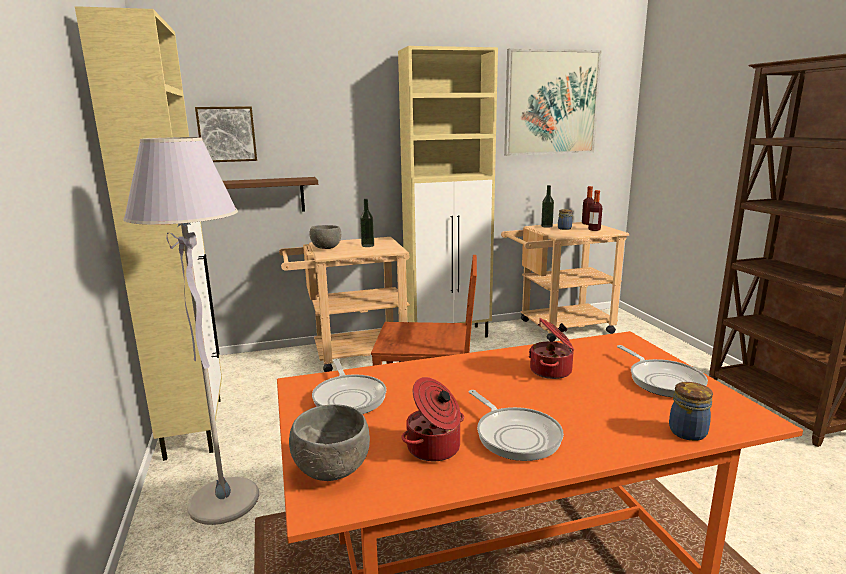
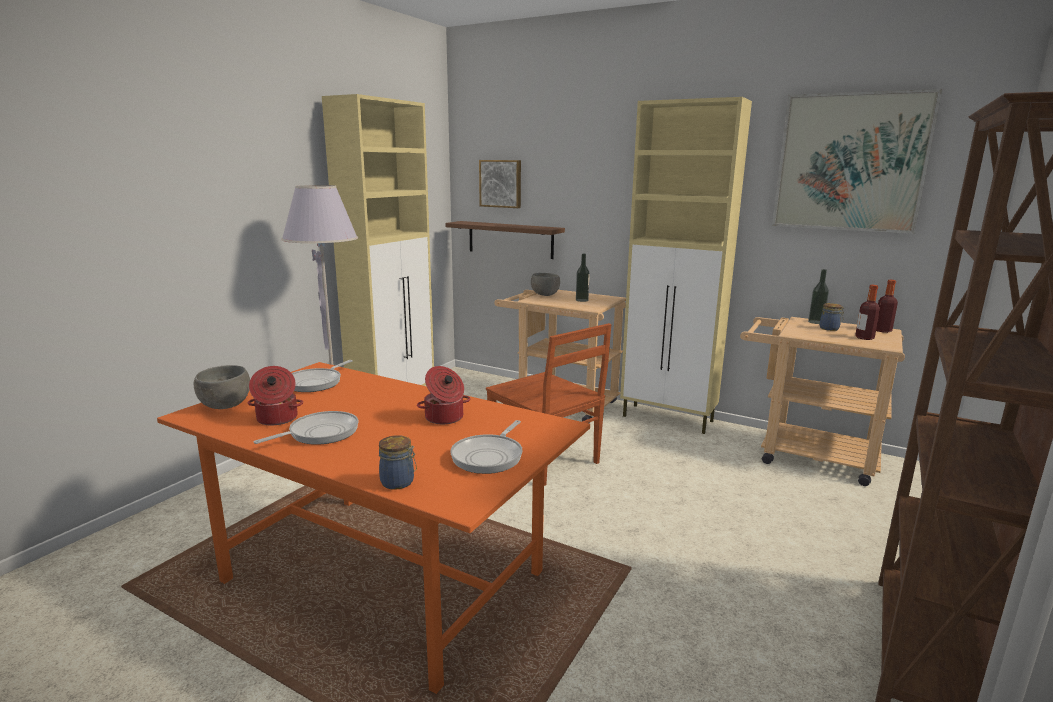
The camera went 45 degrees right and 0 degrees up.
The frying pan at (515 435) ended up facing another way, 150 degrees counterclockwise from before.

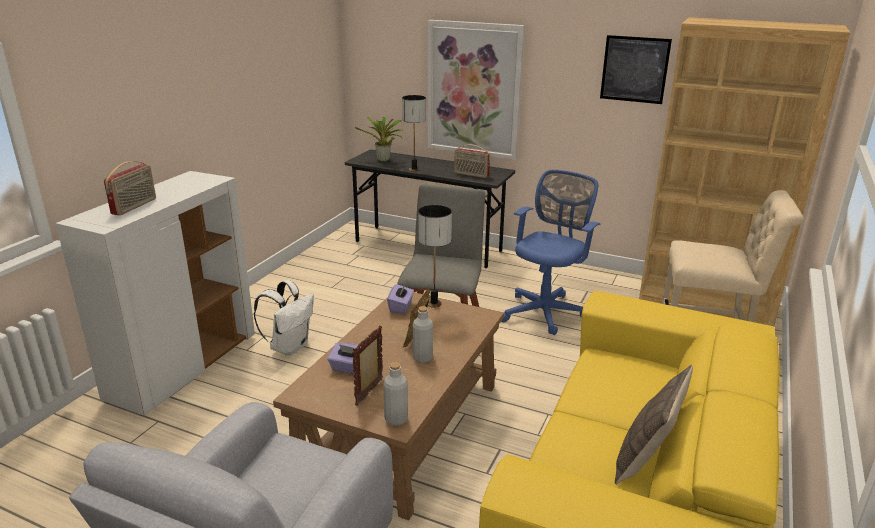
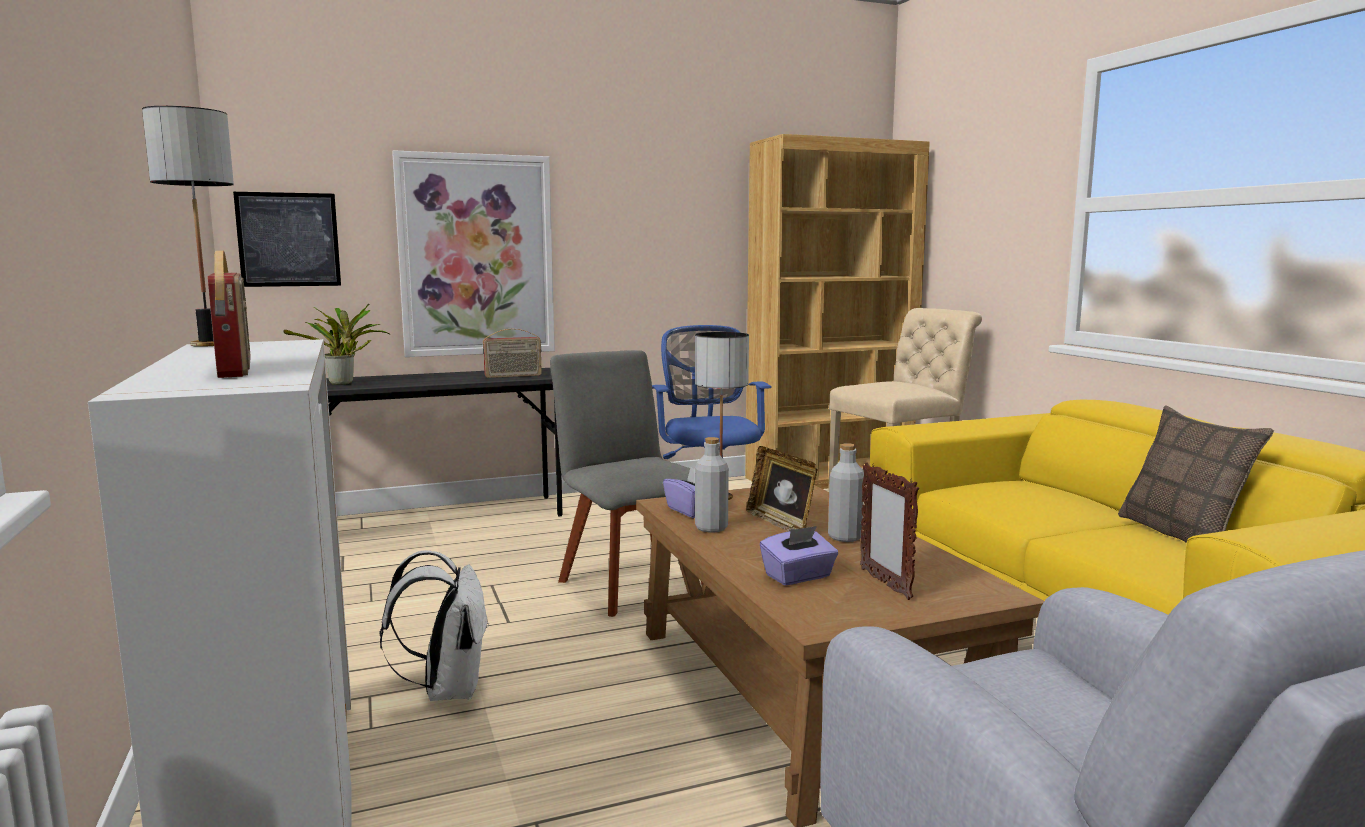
The camera went 45 degrees left and 15 degrees down.
The bottle (grey) ended up elsewhere, having gone from (396 419) to (711 528).
The table lamp ended up elsewhere, having gone from (414 170) to (209 344).
The picture ended up elsewhere, having gone from (634 69) to (288 239).

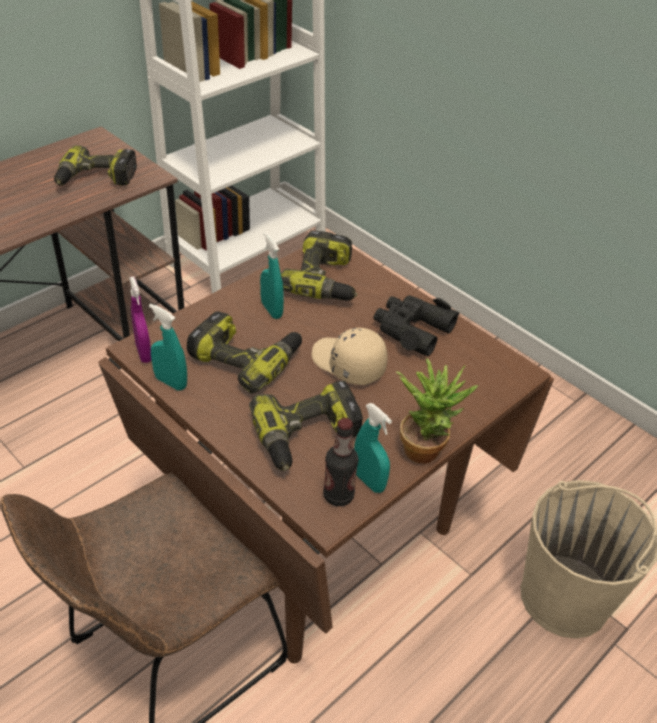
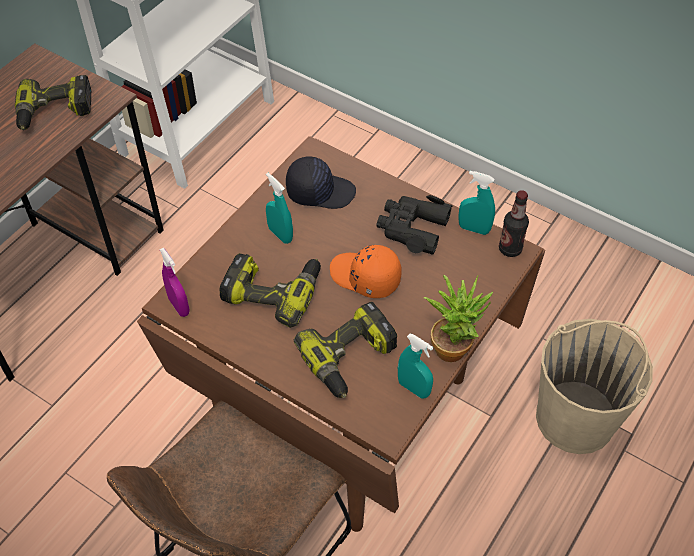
The camera went 10 degrees left and 10 degrees up.
The spray bottle (turquoise) ended up elsewhere, having gone from (171 382) to (474 229).
Where the power drill stood at (325 280), the cap (black) came to stand at (320 191).
What was the cap (beige) at (347 364) turned into the cap (orange) at (365 277).
The bottle ended up elsewhere, having gone from (338 495) to (510 249).

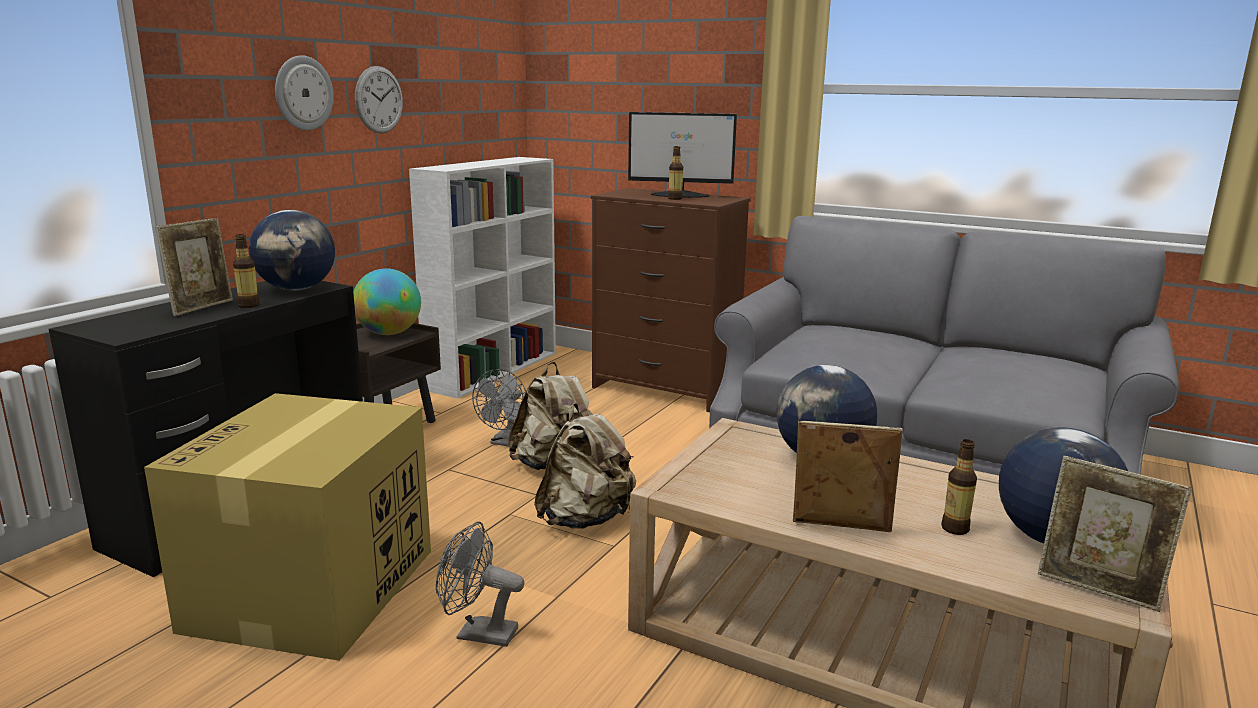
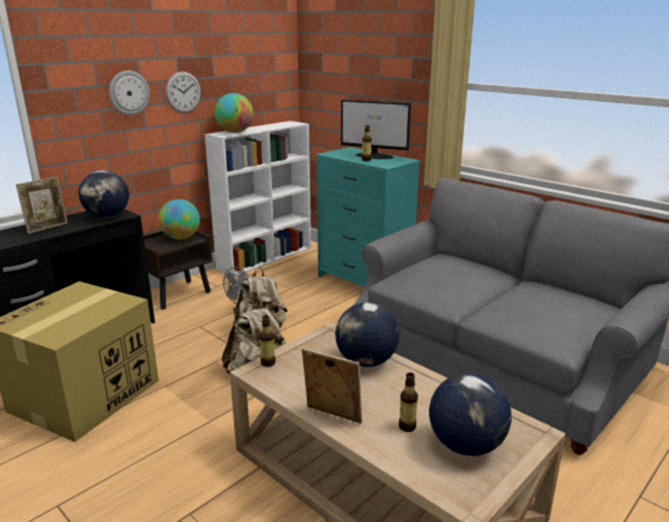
The camera went 15 degrees right and 5 degrees up.
The bottle ended up elsewhere, having gone from (248 305) to (268 363).
The second view lost the fan (grey) at (478 633).
What was the dresser (brown) at (664 389) turned into the dresser (turquoise) at (363 281).
The second view lost the picture frame at (1098 590).
The second view gained the globe at (235 132).

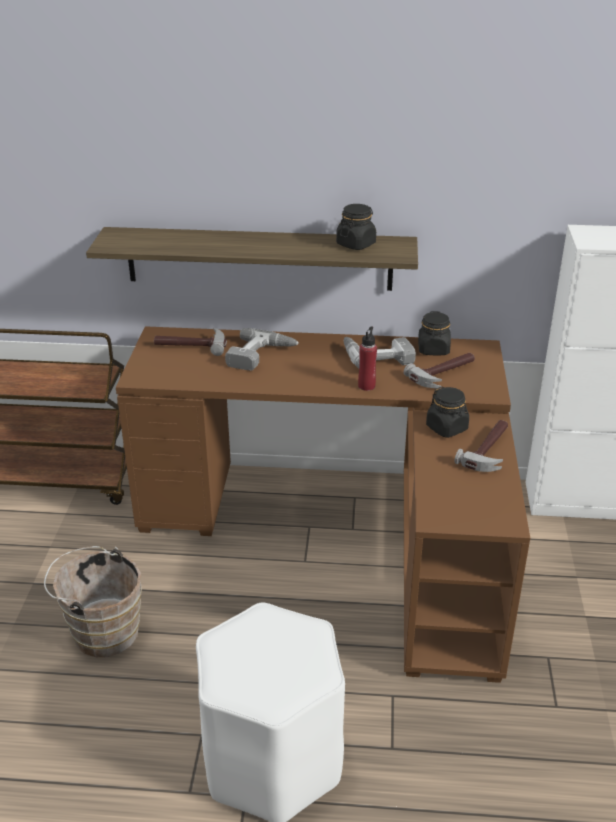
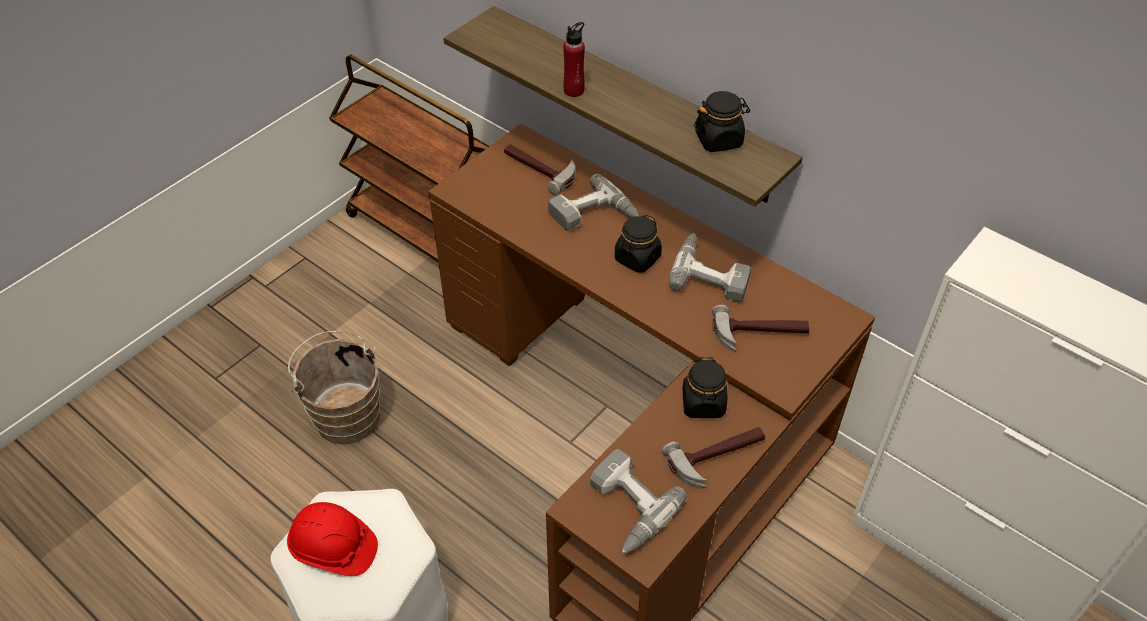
The camera went 35 degrees right and 15 degrees up.
The bottle (red) ended up elsewhere, having gone from (366 386) to (574 90).
The jar (black) ended up elsewhere, having gone from (433 349) to (637 258).
The second view gained the hard hat (red) at (334 549).
The second view gained the power drill at (626 507).

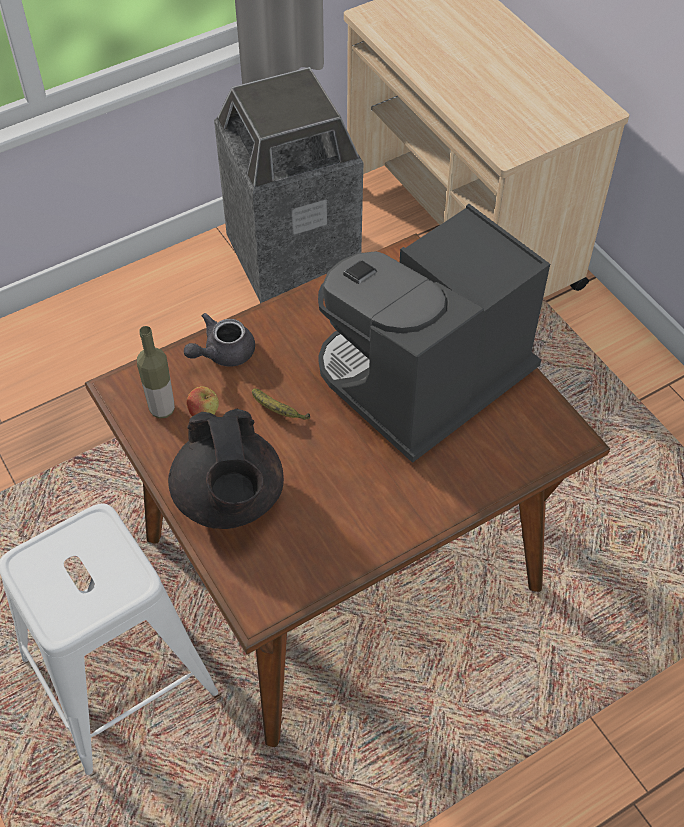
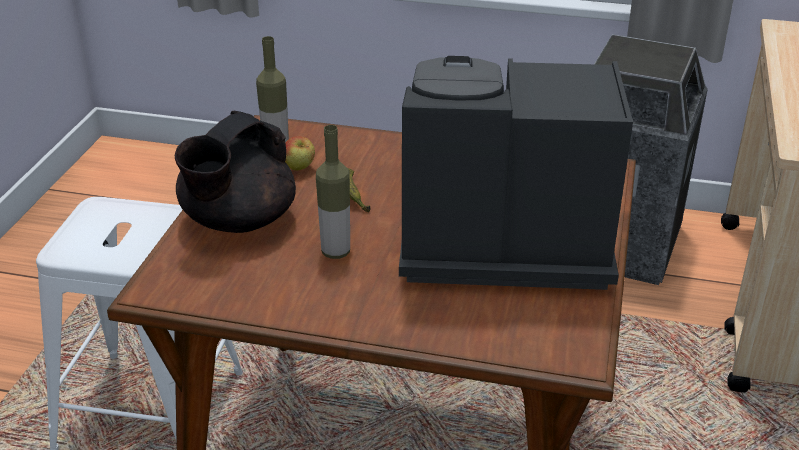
The camera went 45 degrees right and 20 degrees down.
The second view lost the teapot (grey) at (222 353).
The second view gained the bottle at (336 252).

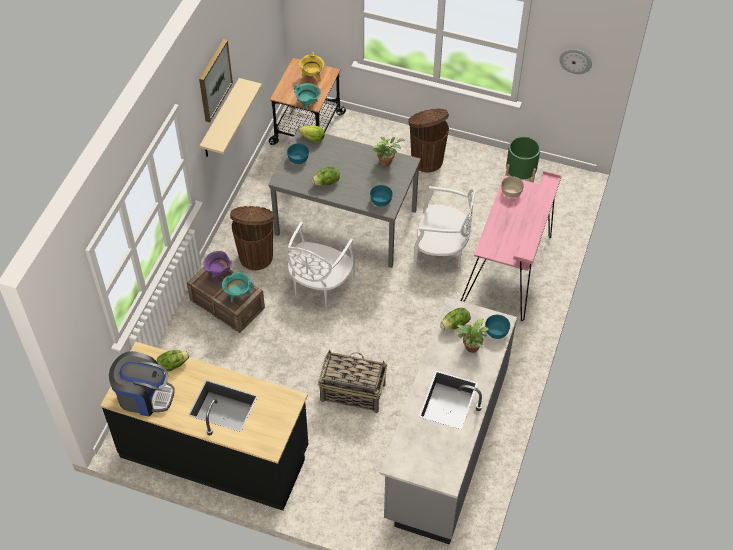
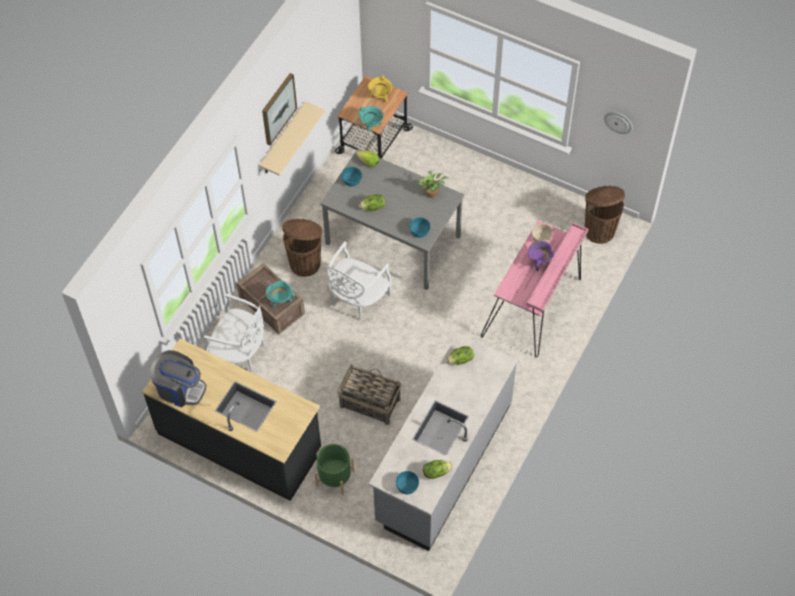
The camera went 10 degrees right and 5 degrees up.
The lettuce ended up elsewhere, having gone from (173 364) to (436 472).
The cooking pot (purple) ended up elsewhere, having gone from (219 273) to (539 261).
The trash can (brown) ended up elsewhere, having gone from (426 159) to (599 230).
The chair (white) ended up elsewhere, having gone from (441 251) to (239 352).
The second view lost the potted plant at (470 348).
The bowl (turquoise) ended up elsewhere, having gone from (497 331) to (407 486).
The planter (green) ended up elsewhere, having gone from (520 176) to (335 478).

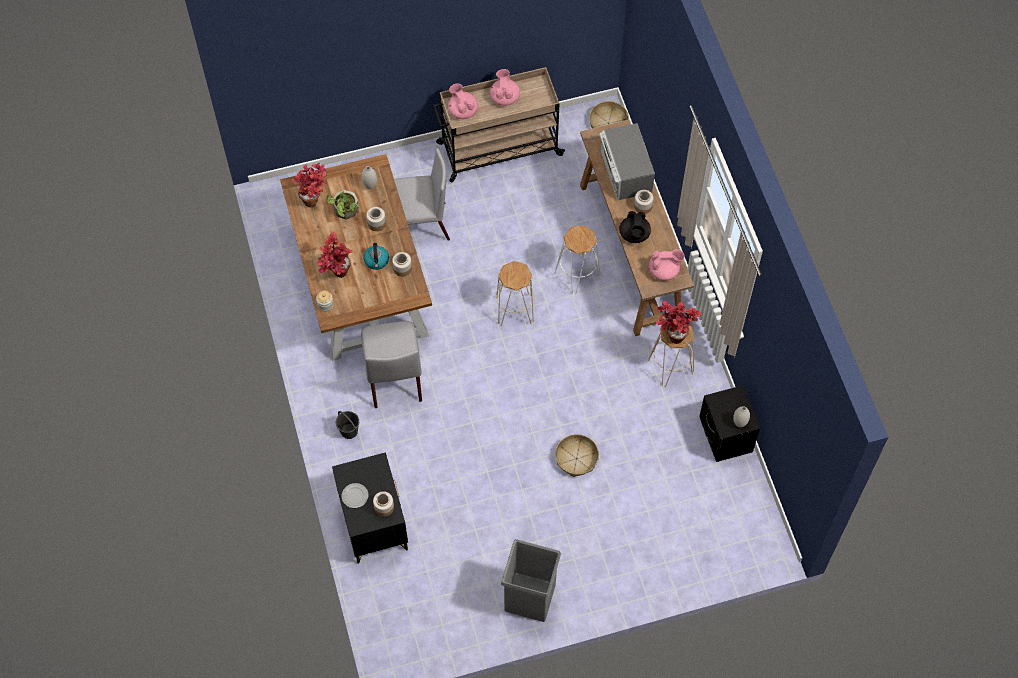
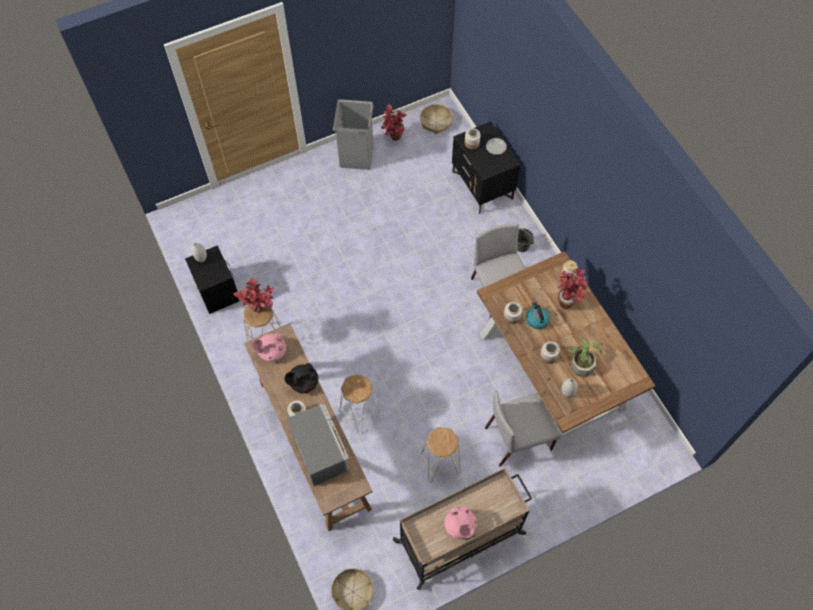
The camera went 170 degrees right and 0 degrees up.
The potted plant ended up elsewhere, having gone from (315 199) to (393 139).
The second view lost the teapot (pink) at (463 110).
The stool (beige) ended up elsewhere, having gone from (514 309) to (440 464).
The basket ended up elsewhere, having gone from (576 458) to (436 122).
The teapot (black) at (634 235) ended up facing another way, 105 degrees counterclockwise from before.

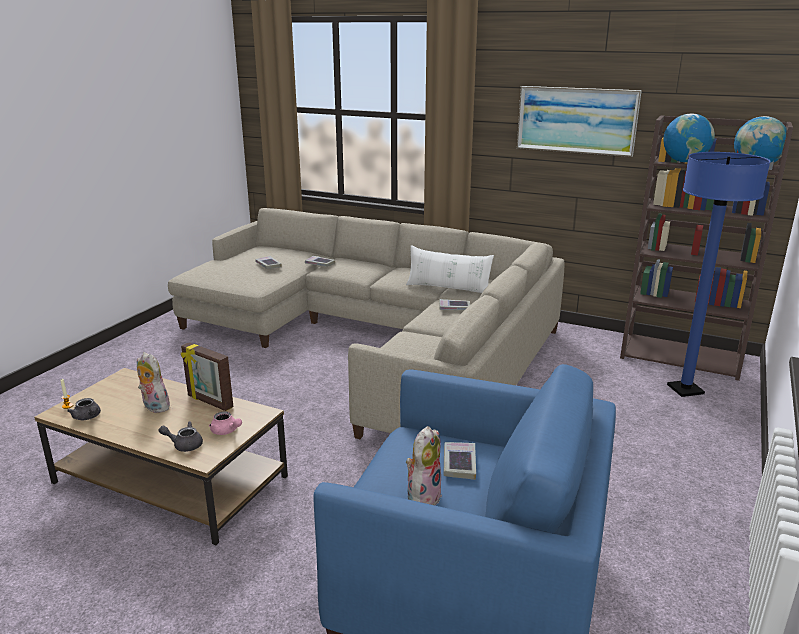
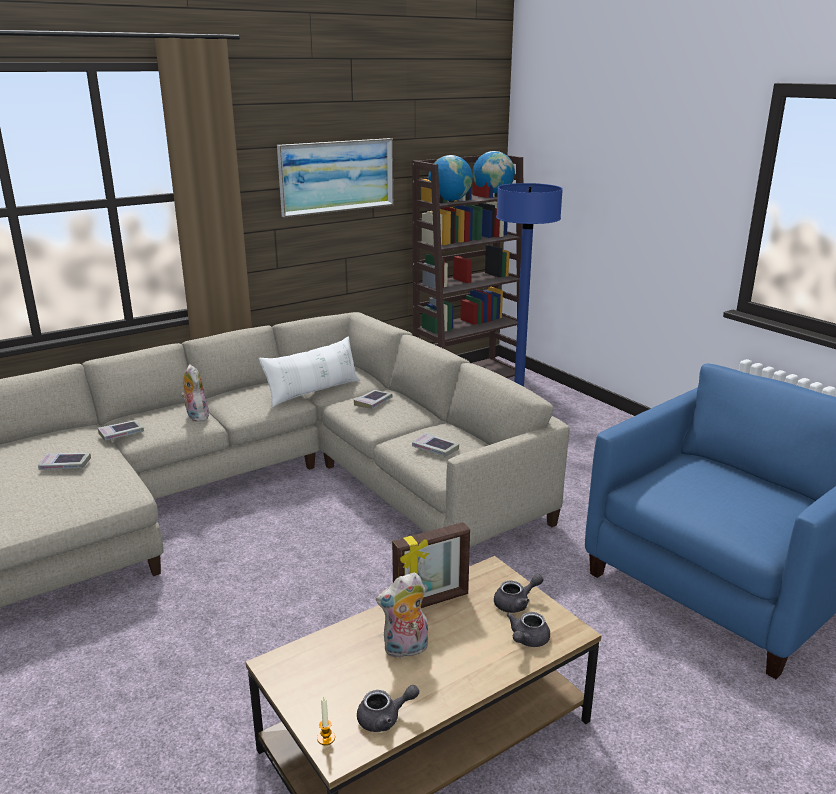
The camera went 60 degrees left and 0 degrees up.
What was the teapot (pink) at (226 431) turned into the teapot (grey) at (516 603).
The plush toy ended up elsewhere, having gone from (423 496) to (196 416).
The book ended up elsewhere, having gone from (459 464) to (435 448).

